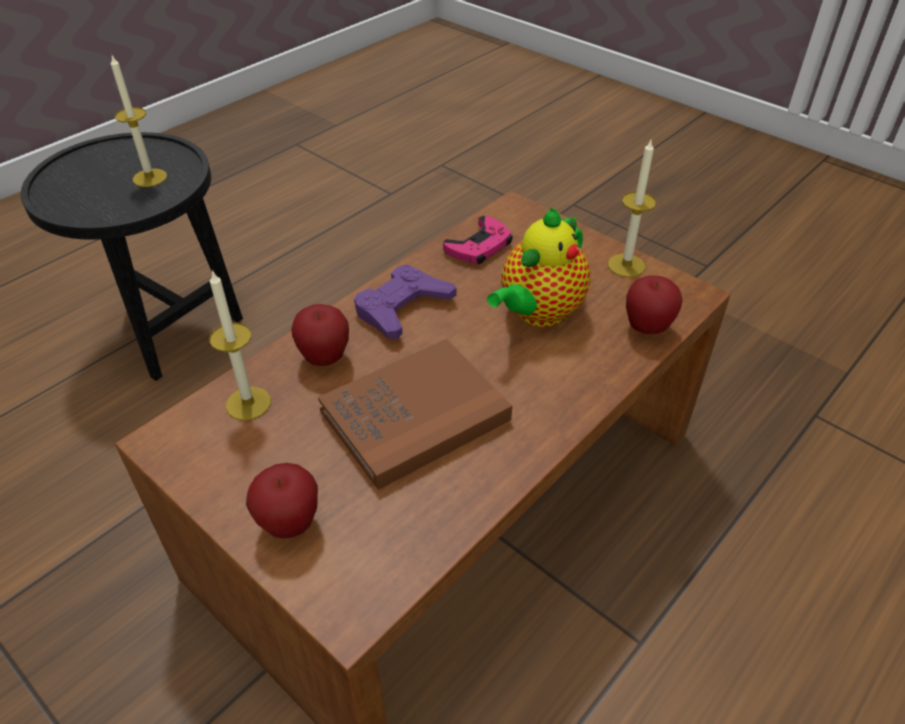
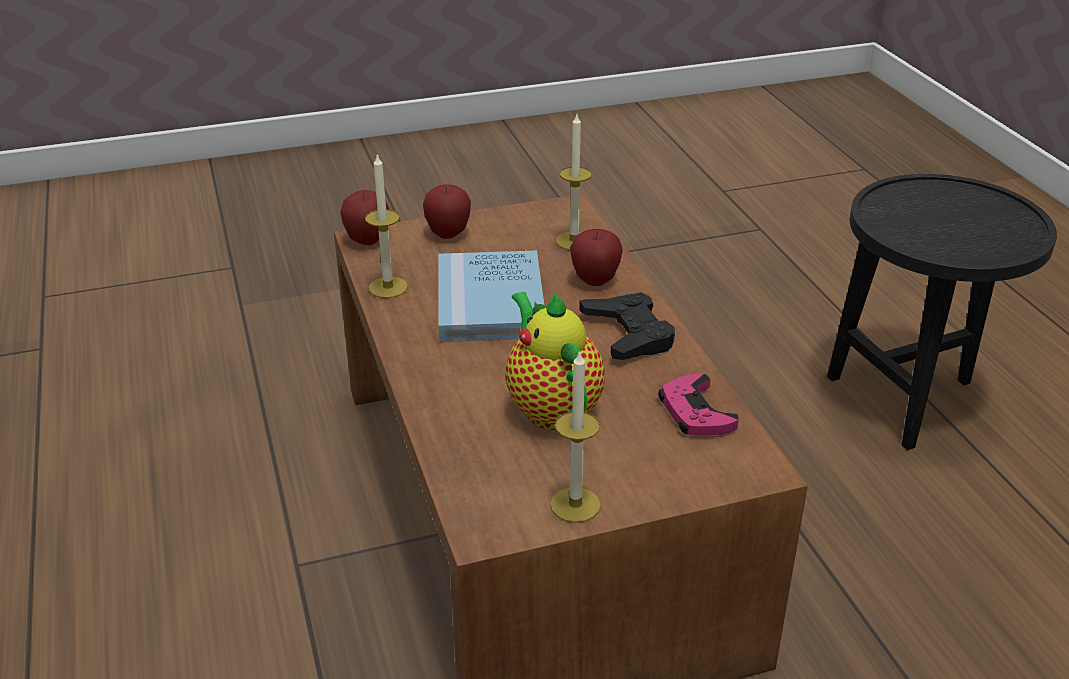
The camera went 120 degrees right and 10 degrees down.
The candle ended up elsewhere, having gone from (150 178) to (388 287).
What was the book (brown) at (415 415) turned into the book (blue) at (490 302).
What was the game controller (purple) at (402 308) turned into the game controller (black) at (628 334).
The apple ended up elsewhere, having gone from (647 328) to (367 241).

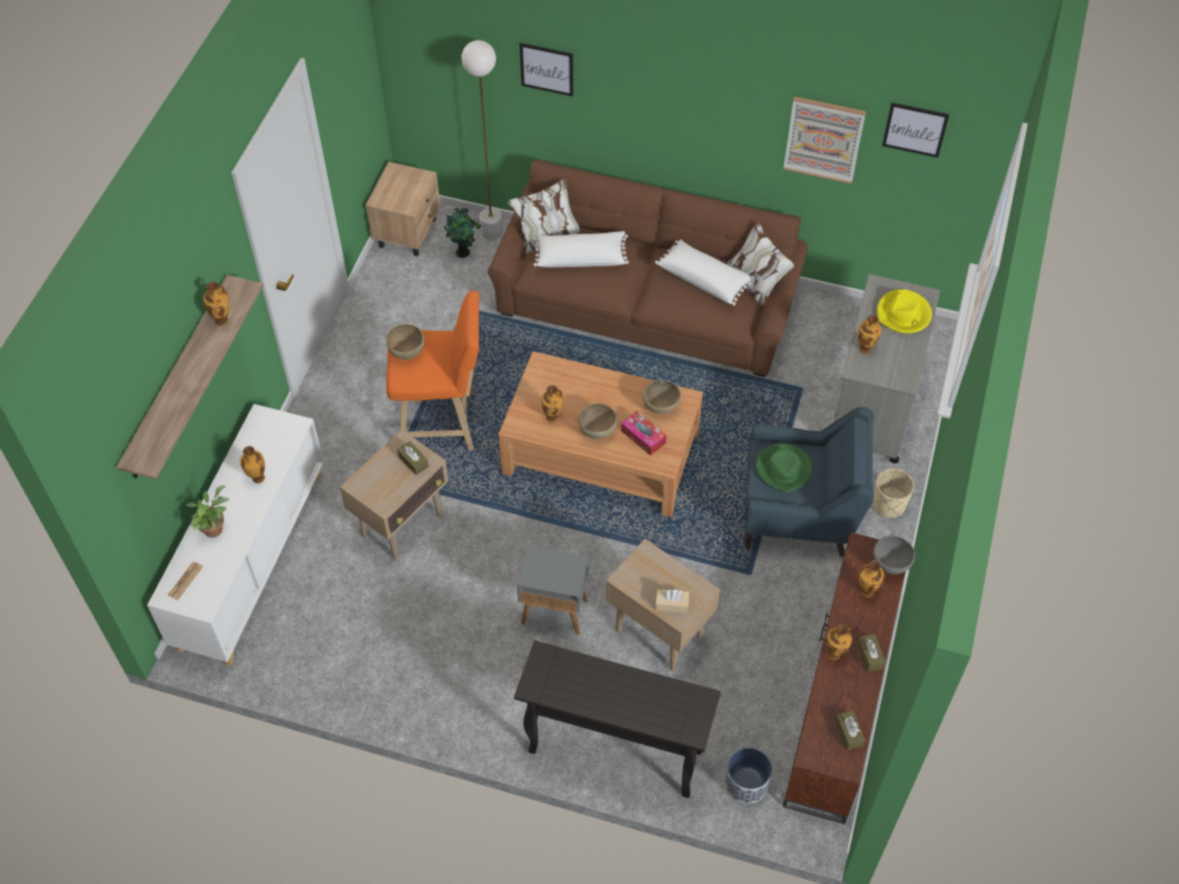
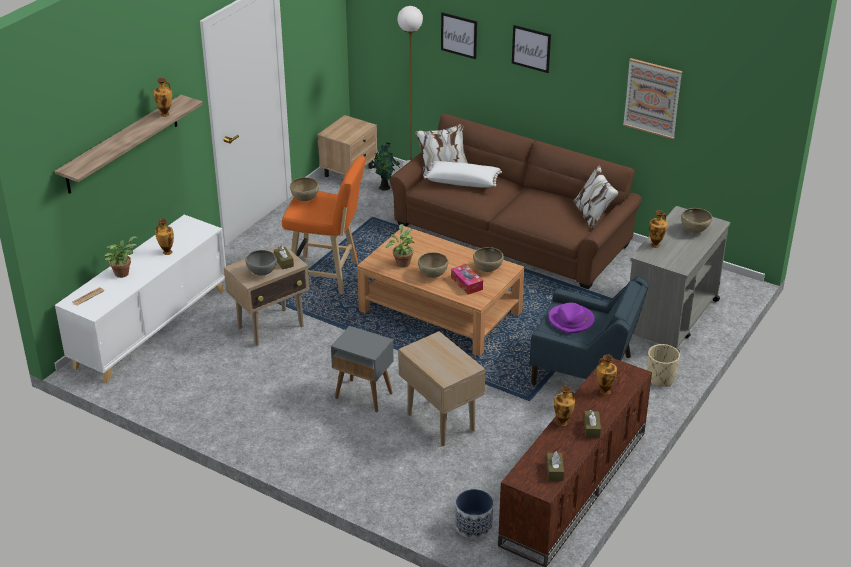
The camera went 15 degrees right and 20 degrees down.
The second view lost the console table (black) at (613 751).
Where the vase stood at (552 417), the potted plant came to stand at (402 262).
The second view lost the pillow (white) at (705 279).
The second view lost the tissue box (beige) at (671 604).
What was the hat (green) at (784 469) turned into the hat (purple) at (571 320).
The bowl (grey) ended up elsewhere, having gone from (890 565) to (262 273).
Where the hat (yellow) stood at (903 314), the bowl (brown) came to stand at (694 231).
The picture ended up elsewhere, having gone from (915 129) to (531 48).

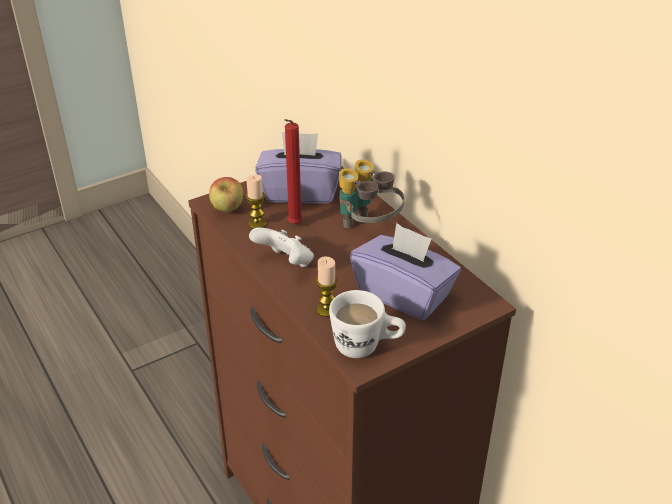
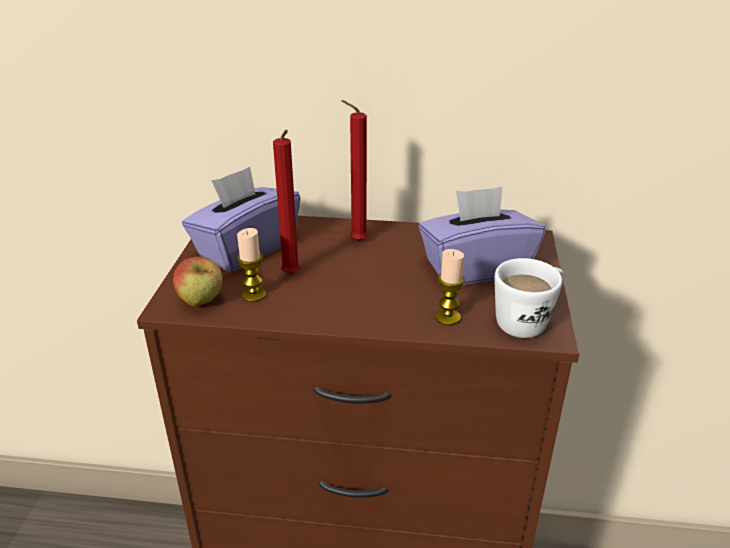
The camera went 50 degrees left and 5 degrees down.
The second view lost the game controller (white) at (285 263).
Where the binoculars stood at (367 227), the candle (red) came to stand at (355 241).

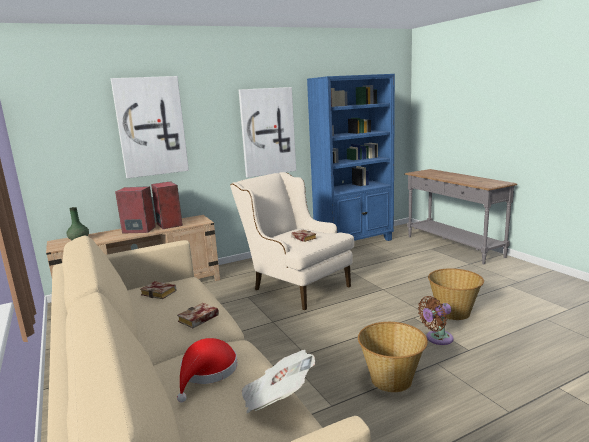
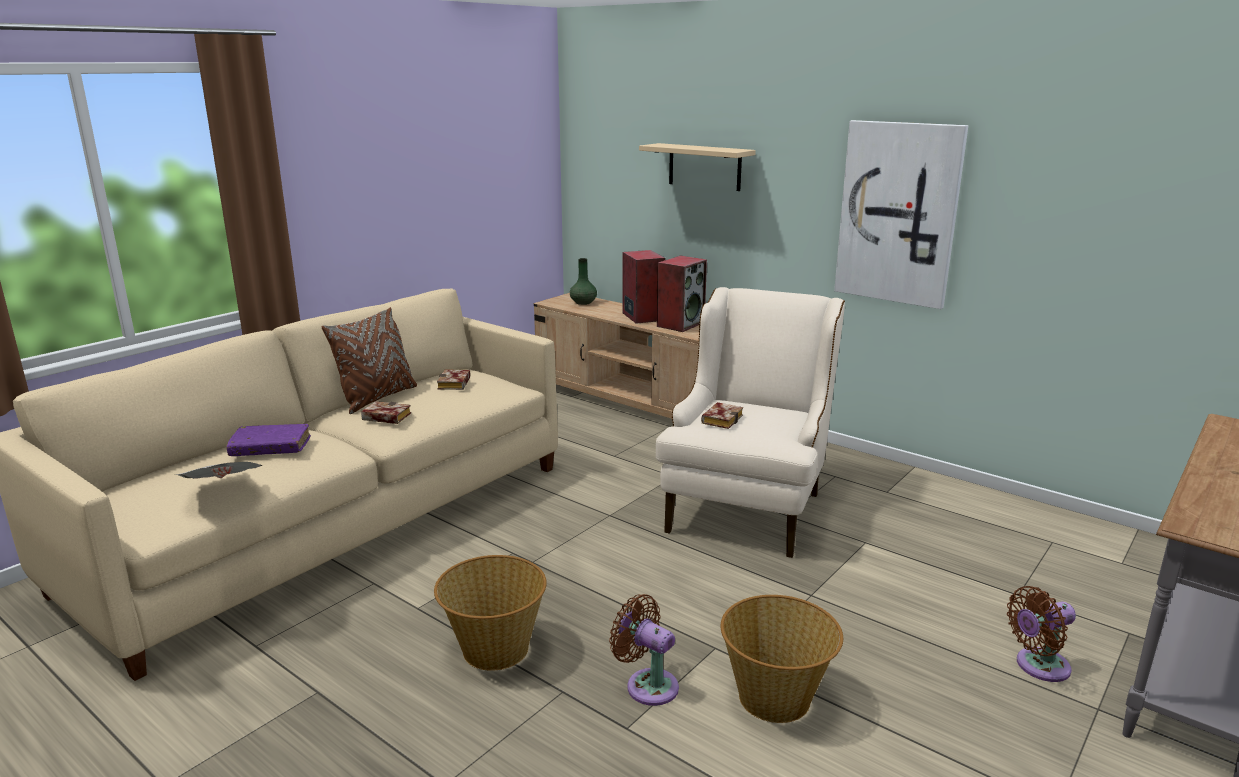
The camera went 65 degrees right and 5 degrees up.
Where the picture hung at (151 127), the shelf (beige) came to hang at (704 167).
Where the hat (red) stood at (207 372), the book (purple) came to stand at (270 448).
The second view lost the bookcase (blue) at (354 242).
The second view gained the pillow (brown) at (377 398).
The second view gained the fan (brown) at (1038 666).

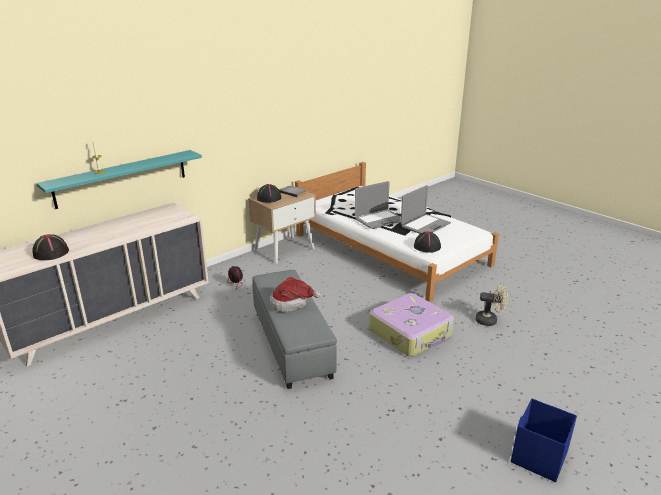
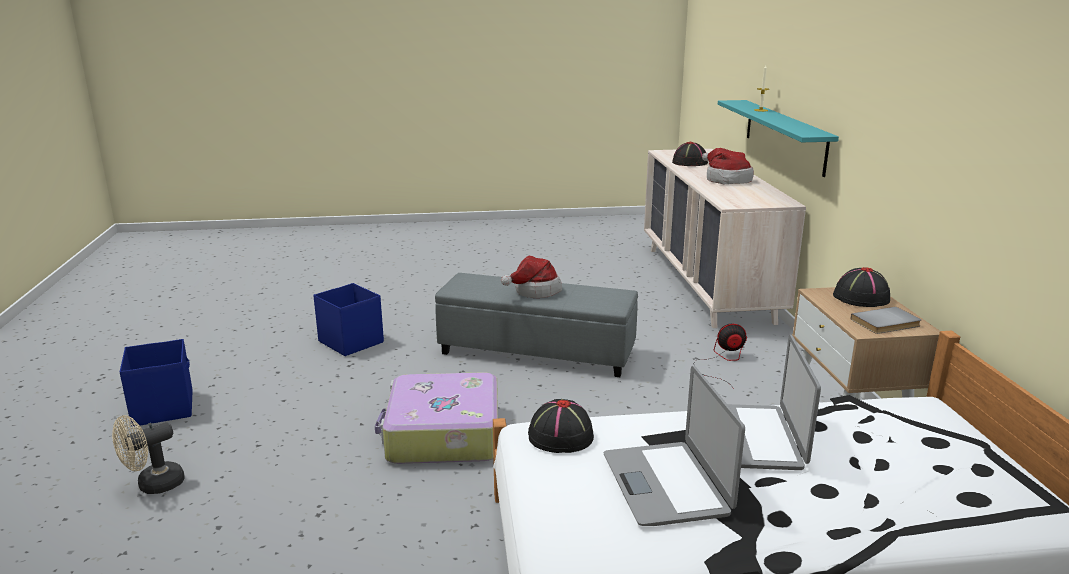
The camera went 125 degrees right and 5 degrees down.
The fan (beige) ended up elsewhere, having gone from (490 321) to (153 485).
The second view gained the storage box (blue) at (351 341).
The second view gained the hat at (725 179).

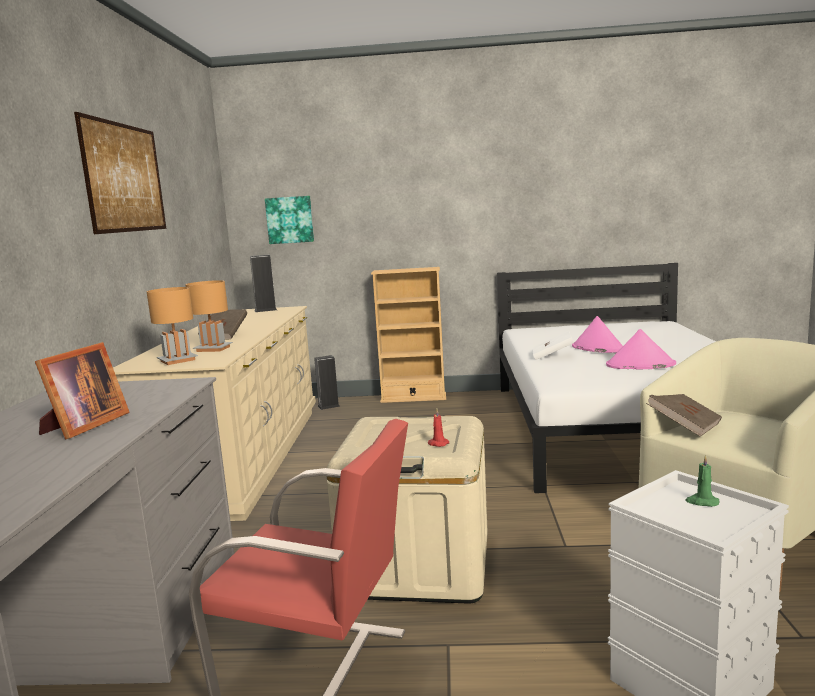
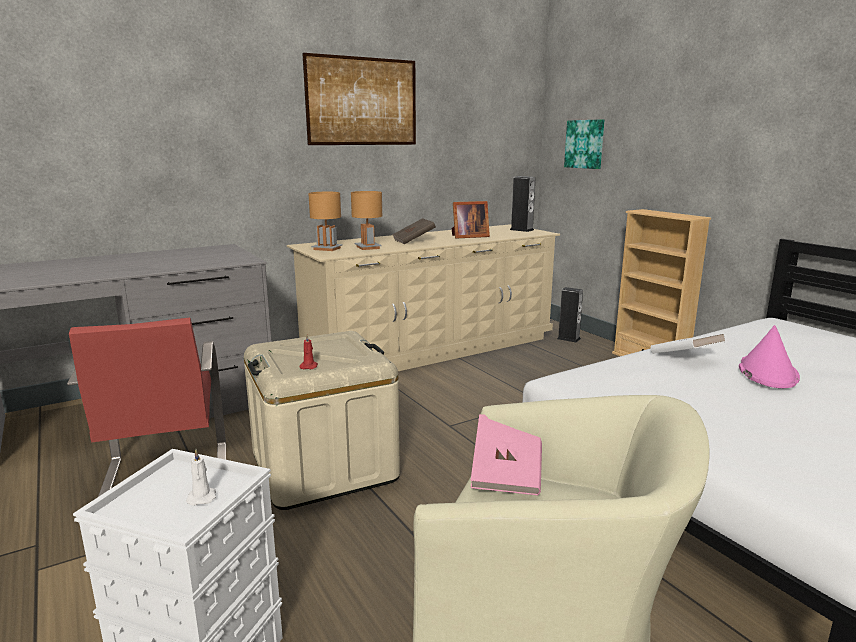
The camera went 55 degrees right and 5 degrees up.
The picture frame ended up elsewhere, having gone from (83 426) to (468 236).
The second view lost the hat (pink) at (640 365).
What was the book (brown) at (683 425) turned into the book (pink) at (507 473).
What was the candle (green) at (702 502) turned into the candle (white) at (202 497).

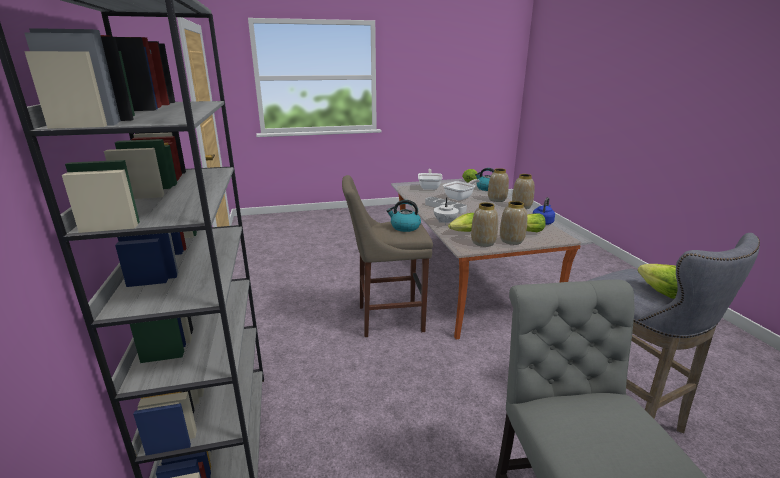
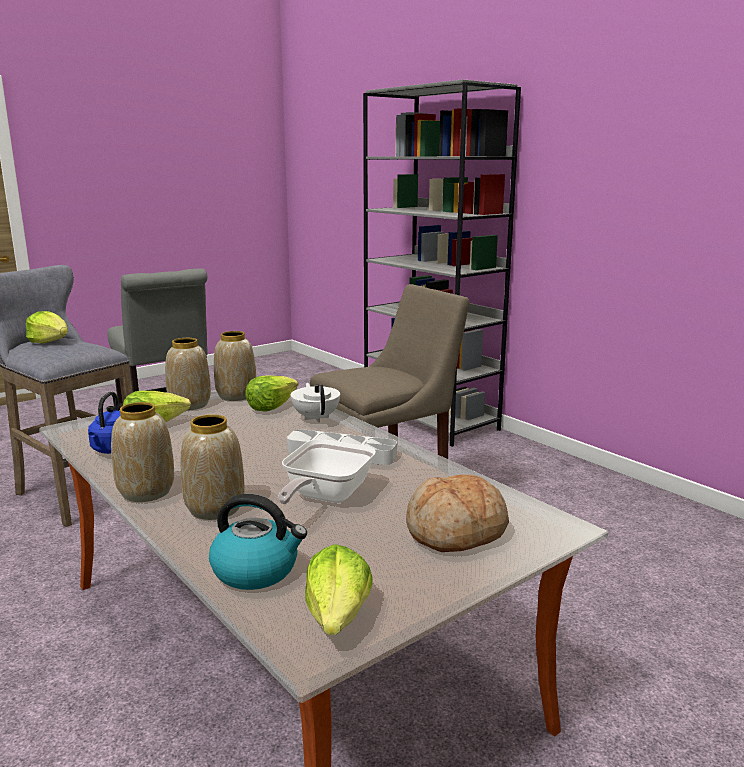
The camera went 155 degrees right and 5 degrees down.
The second view lost the kettle at (404 227).
Where the frying pan stood at (430 187), the bread came to stand at (456 532).

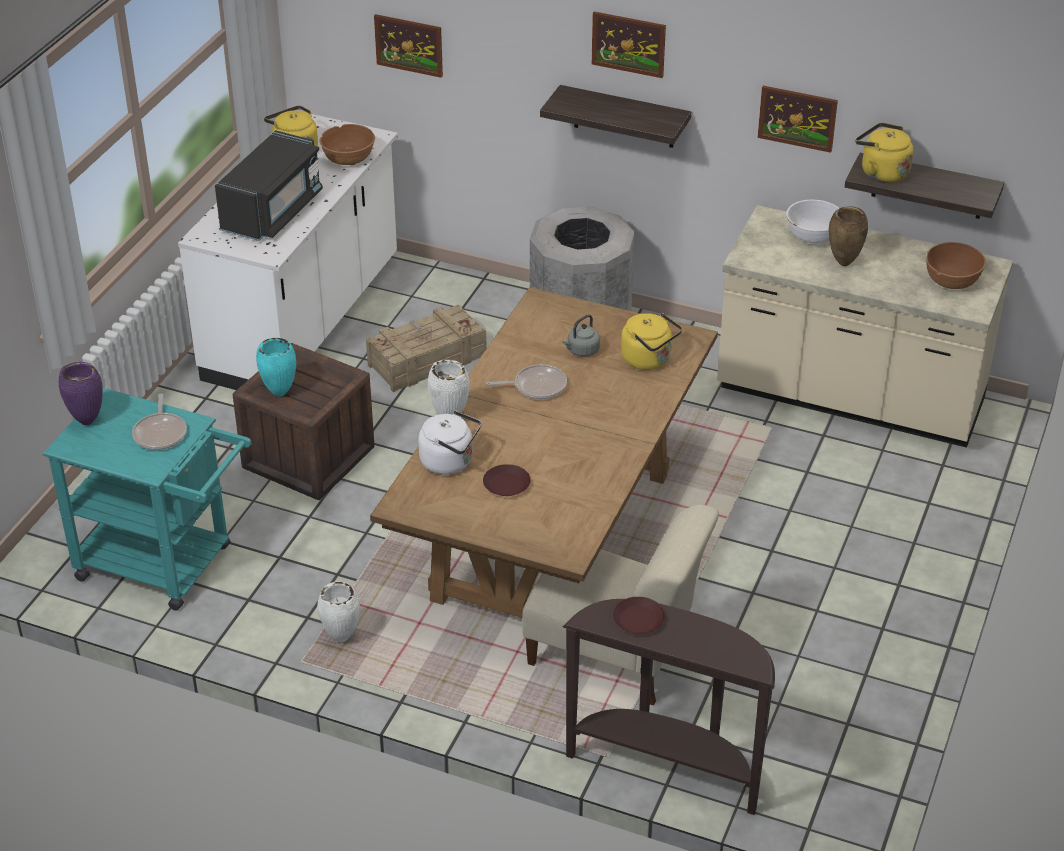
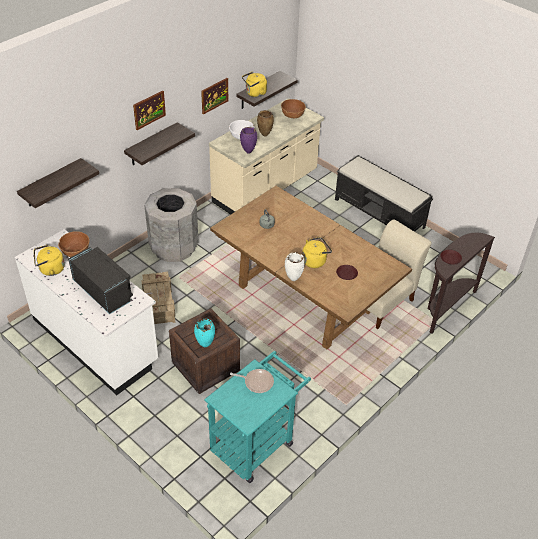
The camera went 70 degrees left and 5 degrees up.
The vase (purple) ended up elsewhere, having gone from (88 421) to (248 152).
The second view lost the vase (white) at (340 639).
Where the picture hung at (409 45), the shelf came to hang at (51 183).
The second view lost the kettle (white) at (450 462).
The second view lost the frying pan at (536 386).
The kettle (yellow) ended up elsewhere, having gone from (649 360) to (315 261).
The second view gained the bench (black) at (379 213).

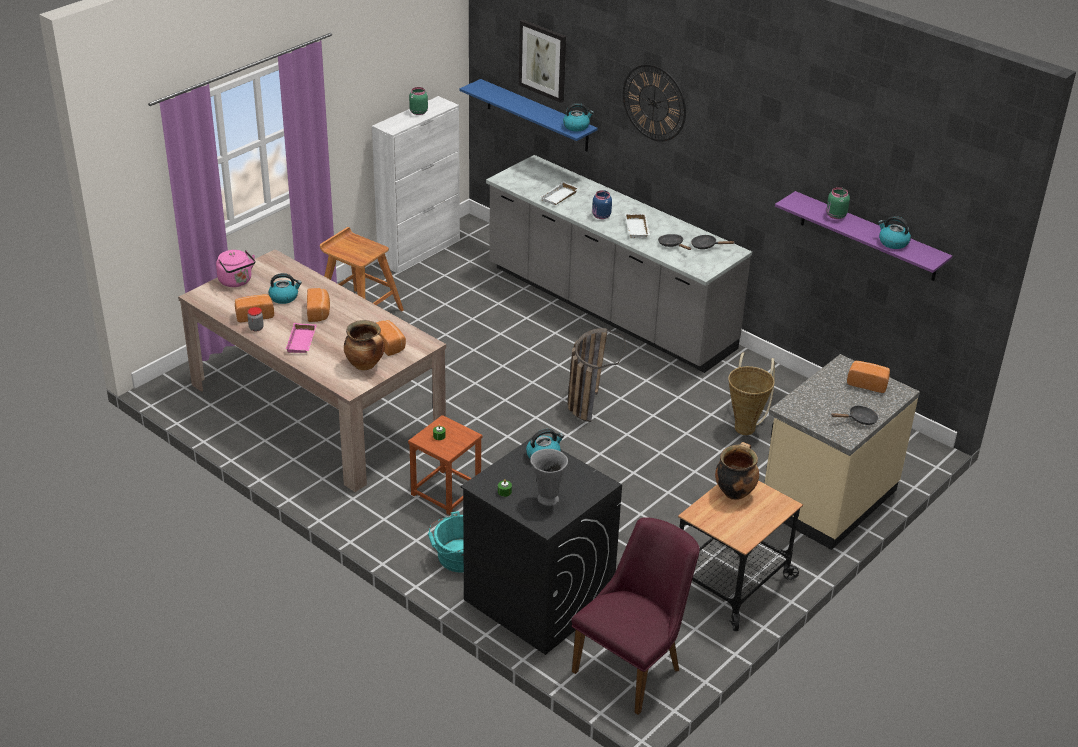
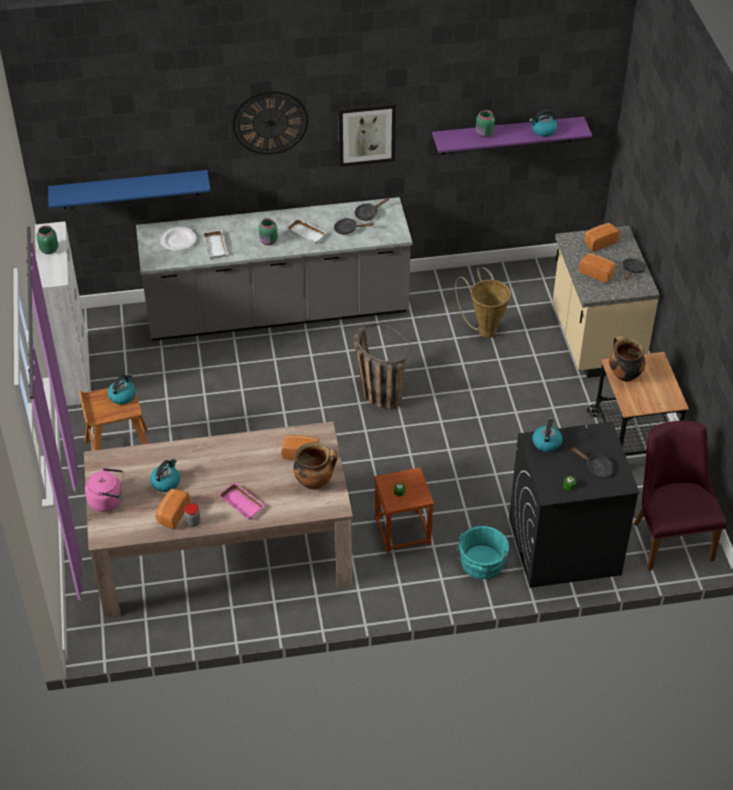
The camera went 50 degrees left and 10 degrees up.
The bread ended up elsewhere, having gone from (319 312) to (597 273).
The picture ended up elsewhere, having gone from (543 60) to (366 133).
Where the vase (grey) stood at (547 499), the frying pan (black) came to stand at (596 468).
The kettle ended up elsewhere, having gone from (576 126) to (122 396).
What was the jar (blue) at (601 216) turned into the jar (green) at (268 241).
The second view gained the plate (white) at (178 240).

